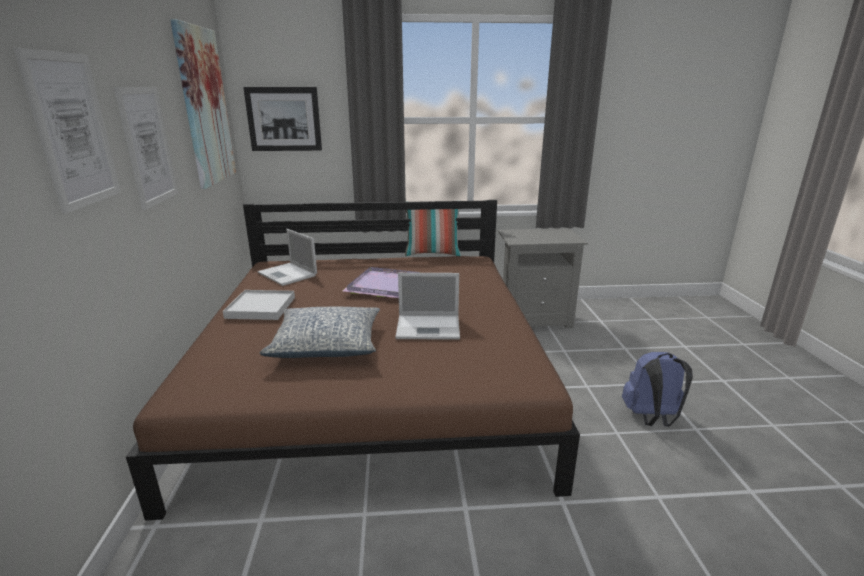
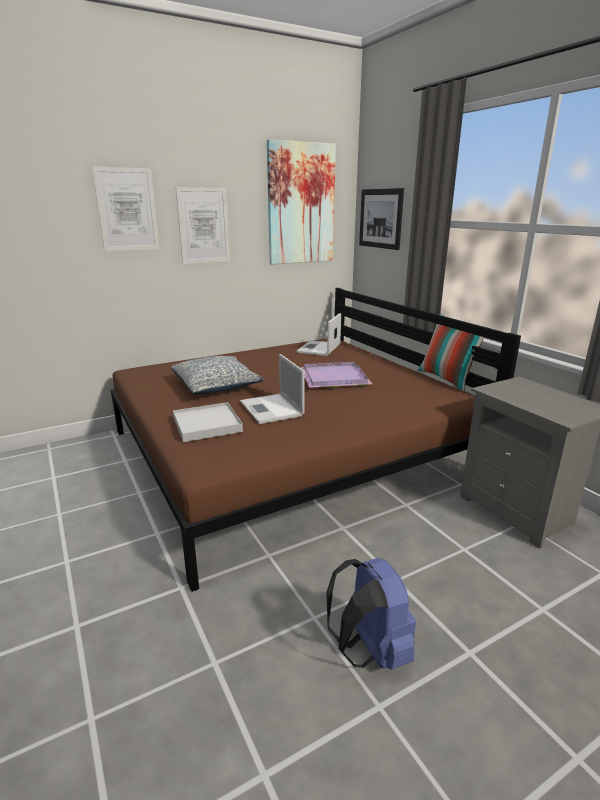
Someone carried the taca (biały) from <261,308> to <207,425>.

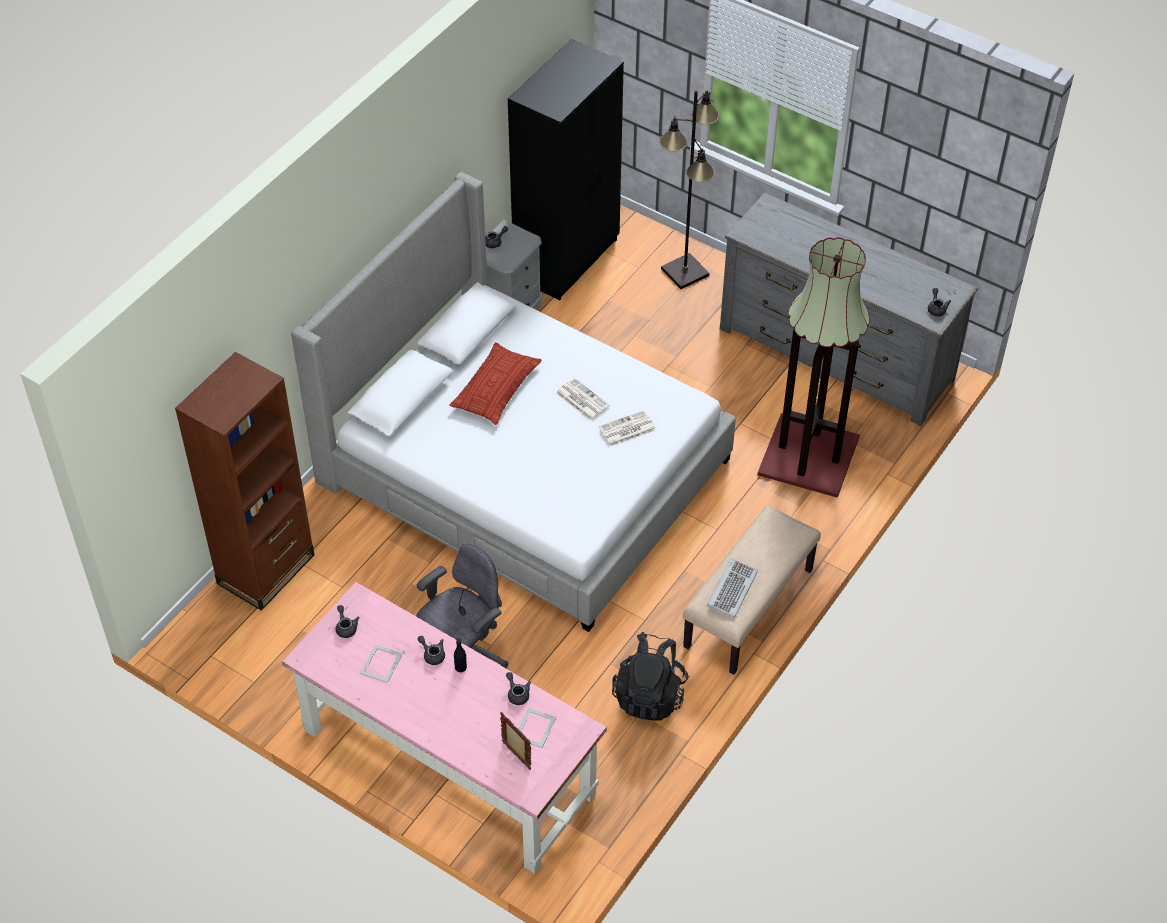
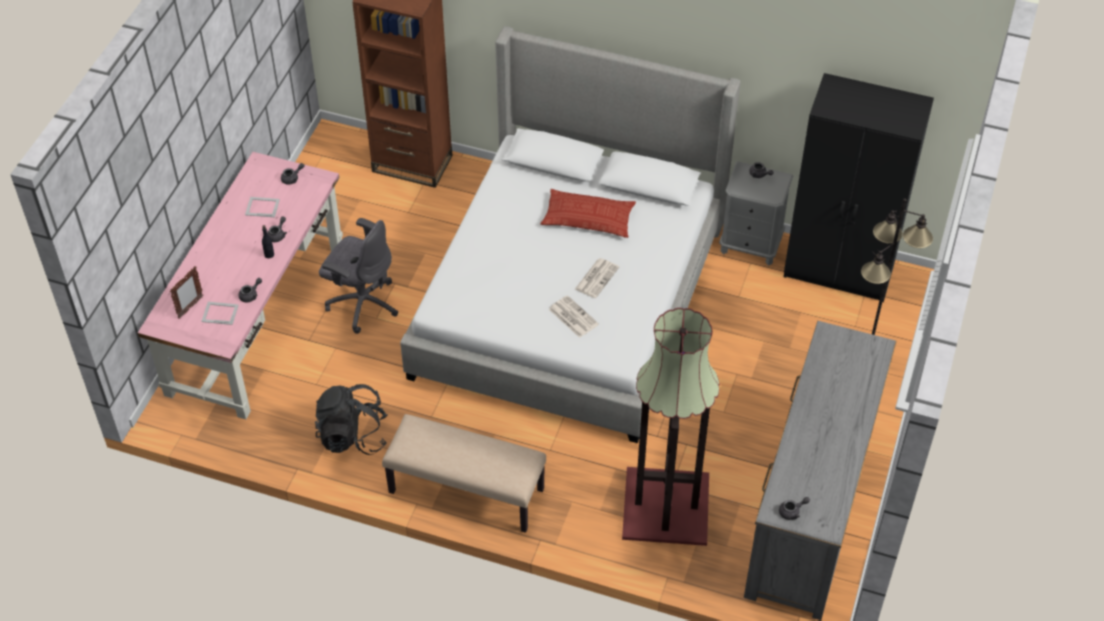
Someone took away the klawiatura at <731,589>.

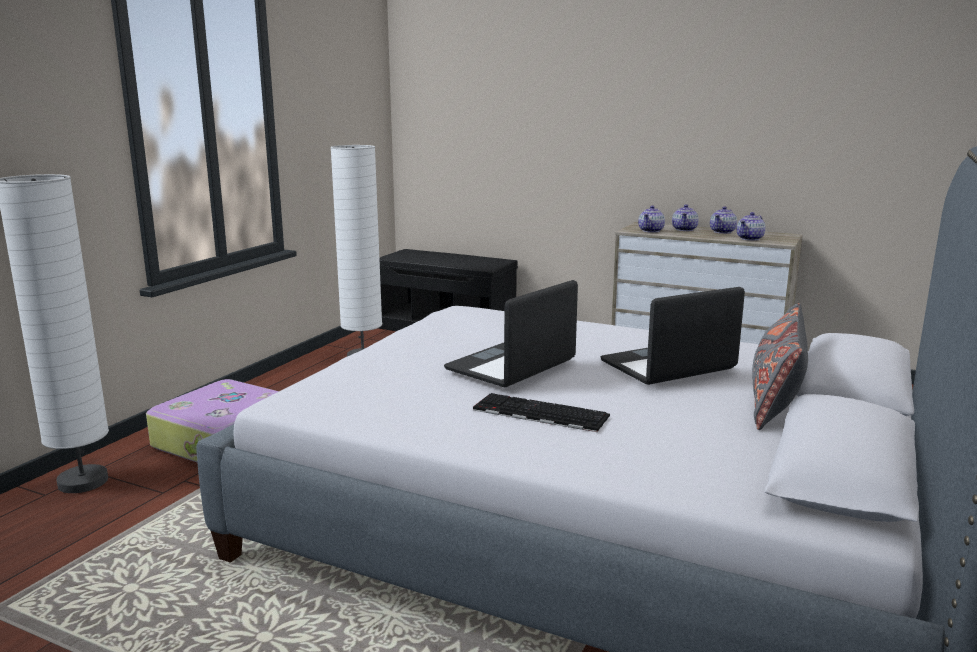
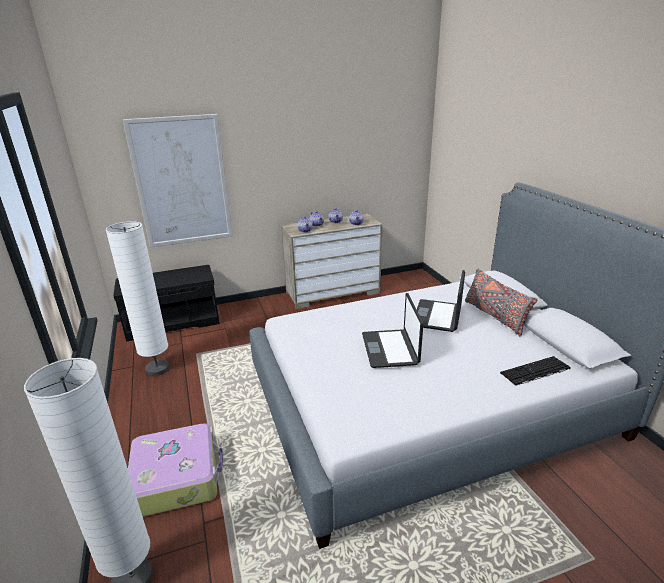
Someone carried the klawiatura from <538,413> to <535,371>.
Someone put up the obraz at <182,182>.

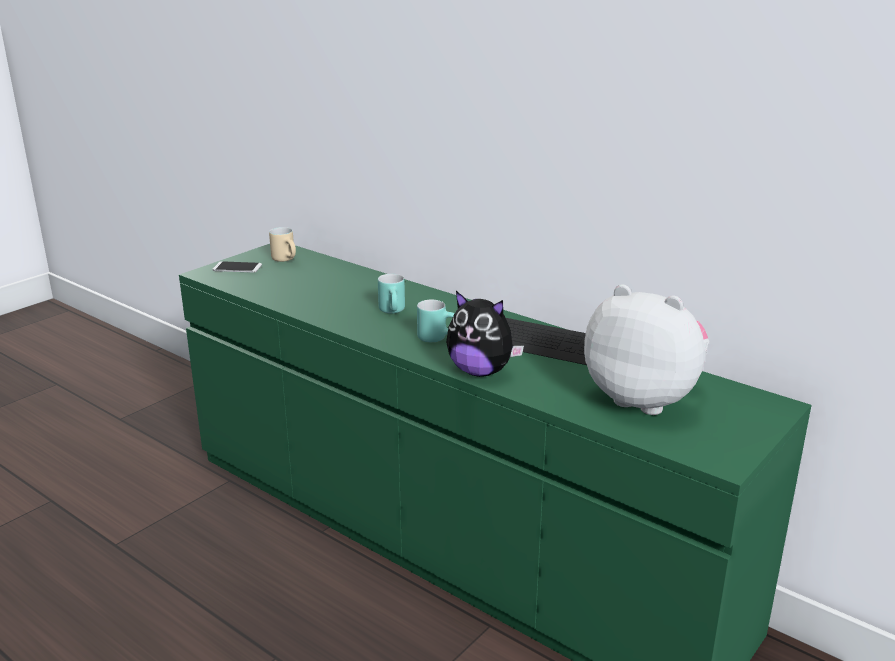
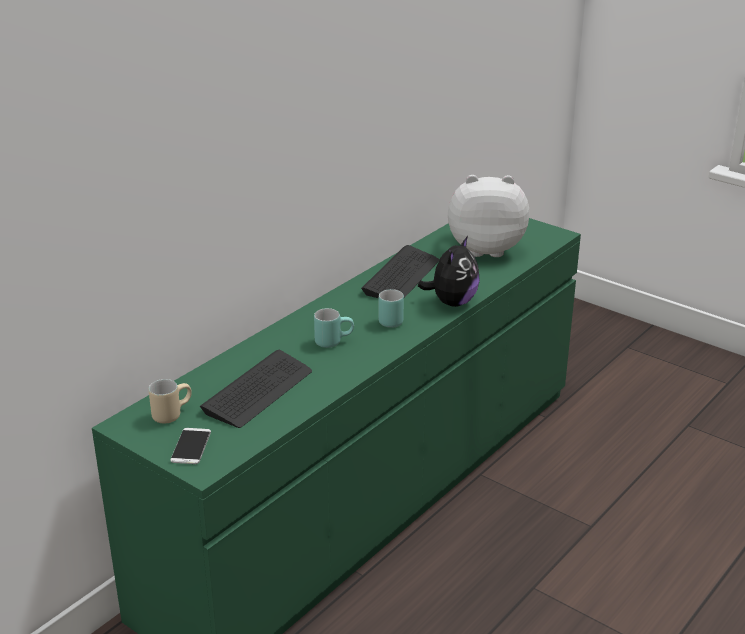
Someone rotated the pluszak at <644,399> by 60 degrees clockwise.
Someone put down the klawiatura at <258,391>.

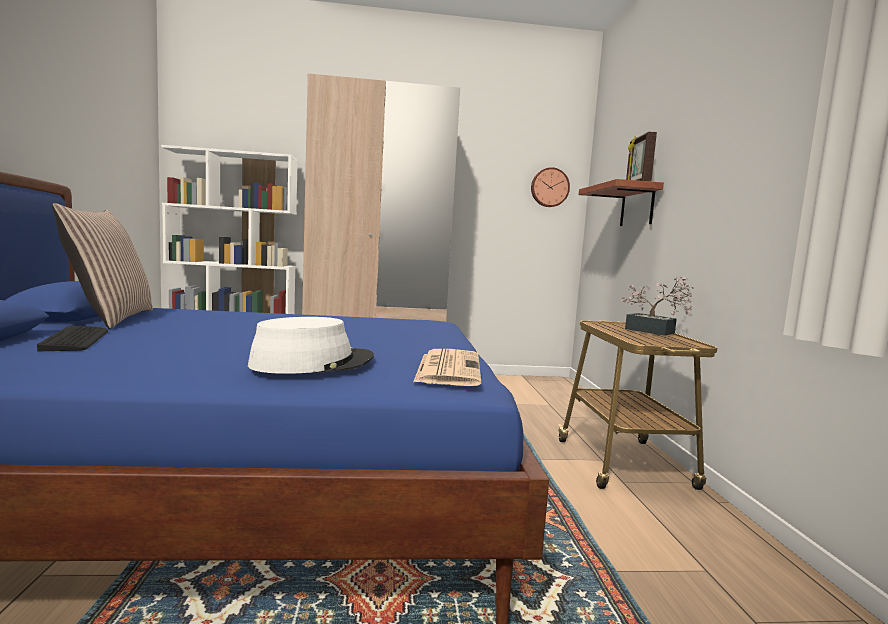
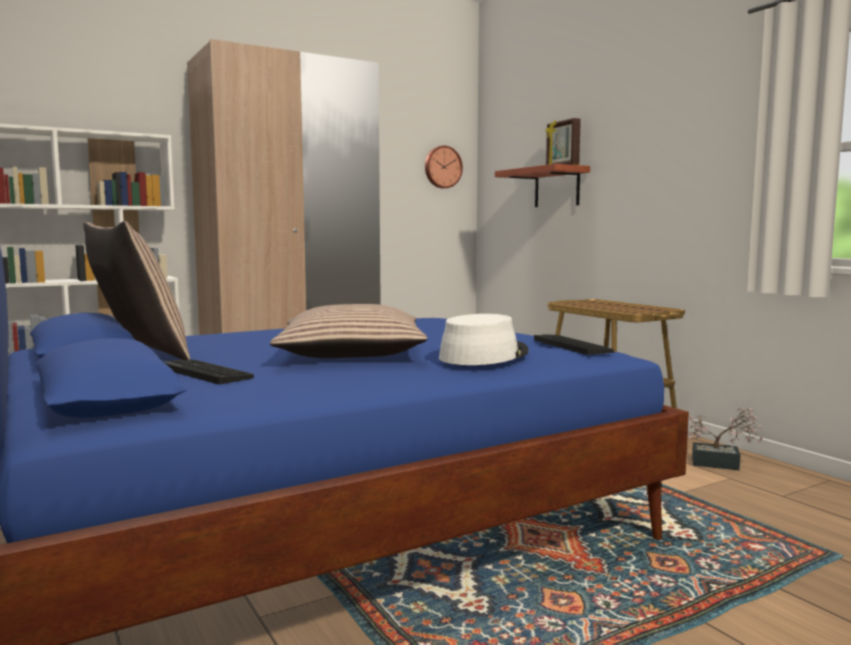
Someone swapped the gazeta at <448,368> for the klawiatura at <572,346>.
Someone carried the roślina doniczkowa from <655,332> to <721,464>.
Someone put down the poduszka at <351,352>.

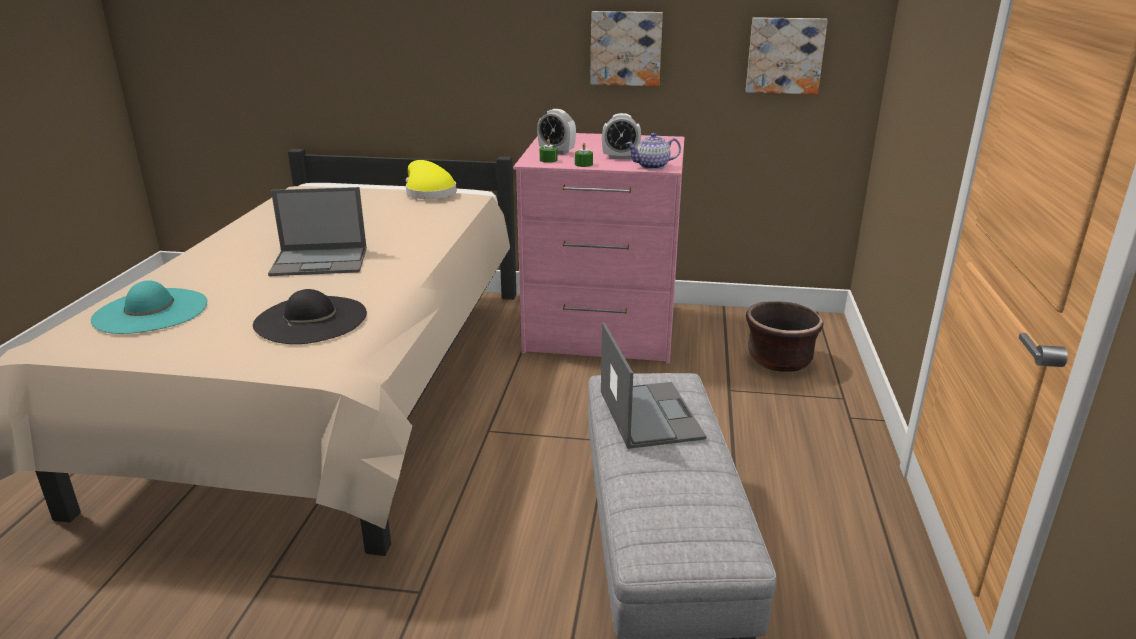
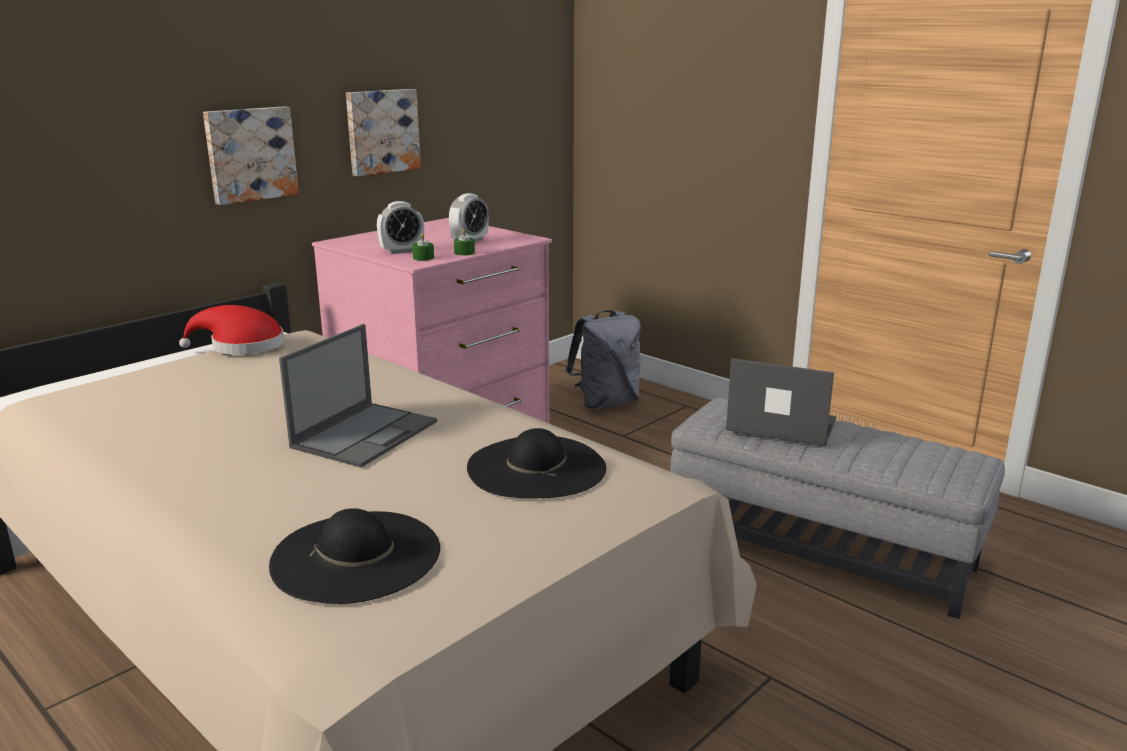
Someone repainted the kapelusz (turkusowy) at <151,311>, which became the kapelusz (czarny) at <356,556>.
Someone repainted the kapelusz (żółty) at <428,192>, which became the kapelusz (czerwony) at <241,346>.
Someone took away the imbryk at <652,166>.
Someone carried the obraz from <785,55> to <250,154>.
Someone swapped the donica (brązowy) at <779,360> for the plecak (szary) at <606,403>.

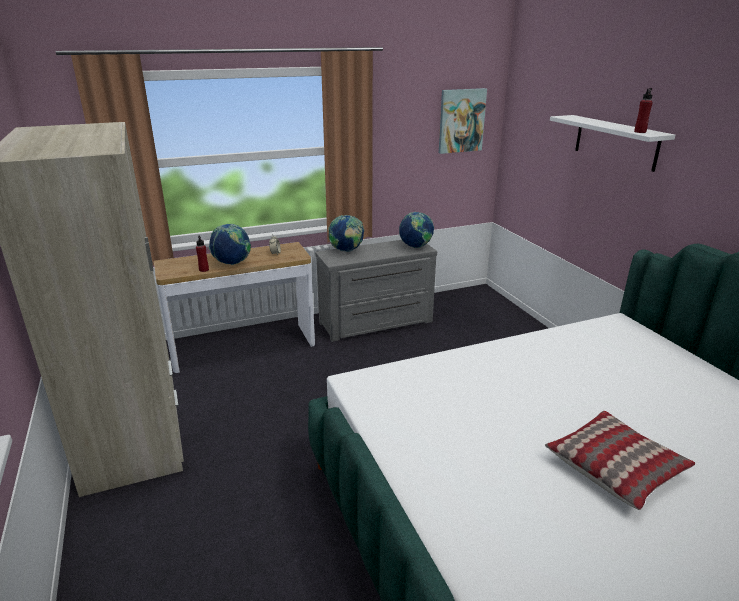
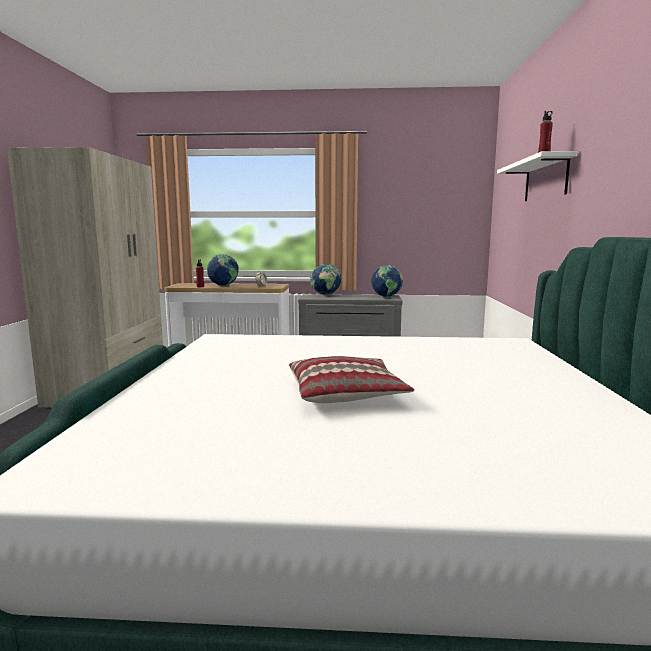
Someone took away the obraz at <461,120>.

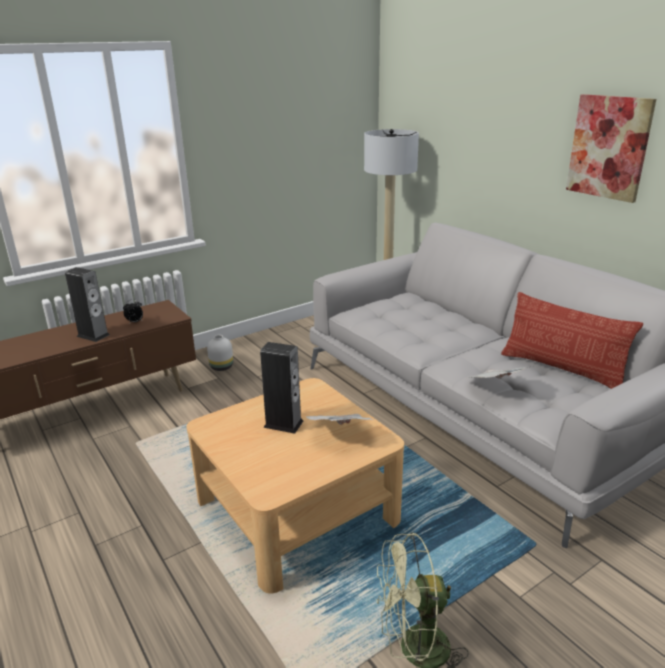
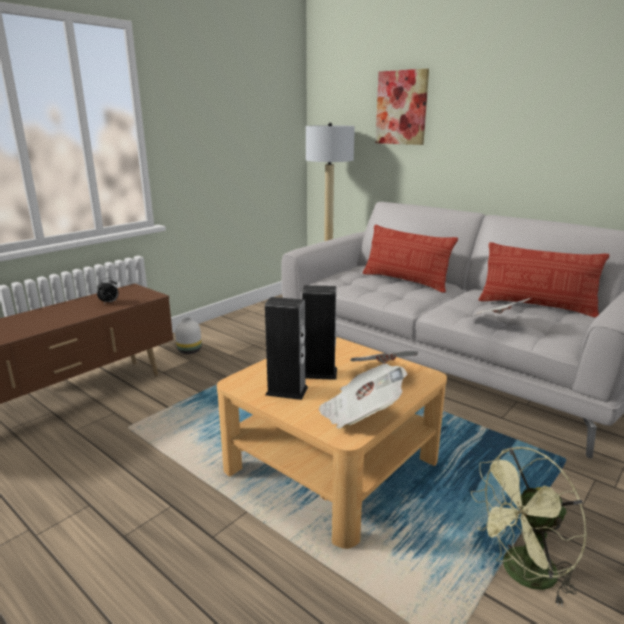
Someone carried the głośnik from <93,335> to <286,391>.
Someone carried the obraz from <609,147> to <401,108>.
Someone put down the gazeta at <360,414>.
Someone put down the poduszka at <405,281>.

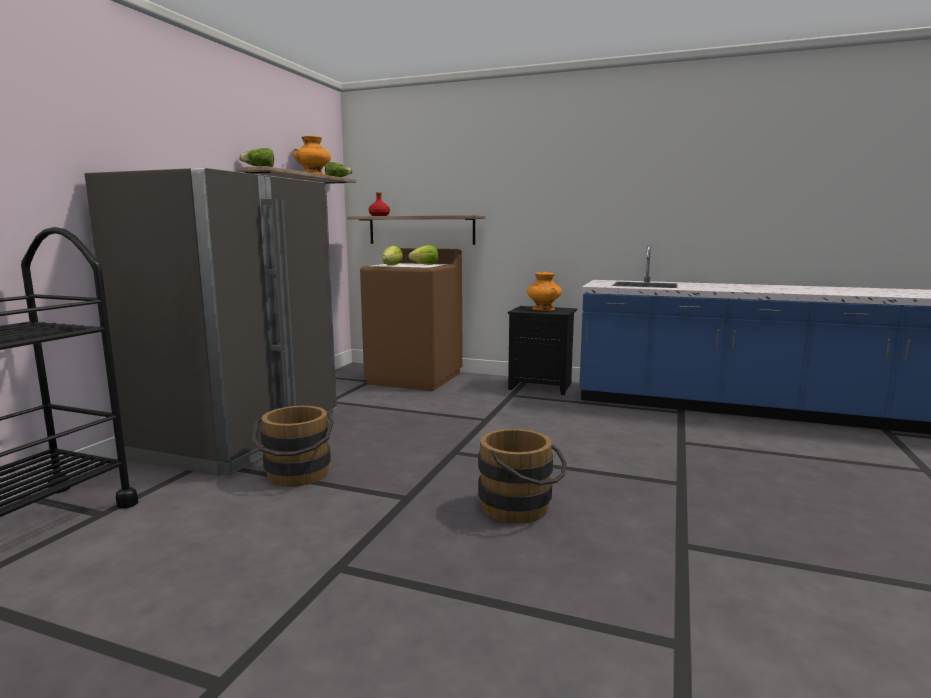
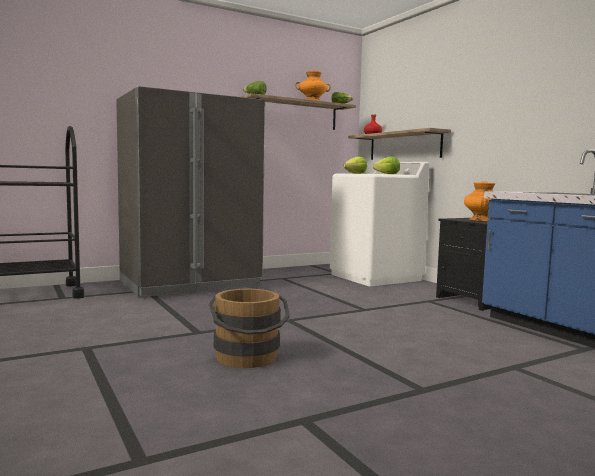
Someone took away the wiadro (brązowy) at <297,476>.
Someone repainted the pralka (brązowy) at <415,378>, which became the pralka (biały) at <375,277>.

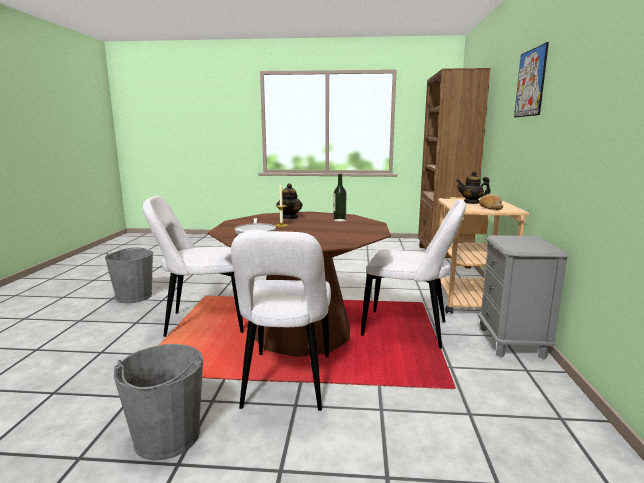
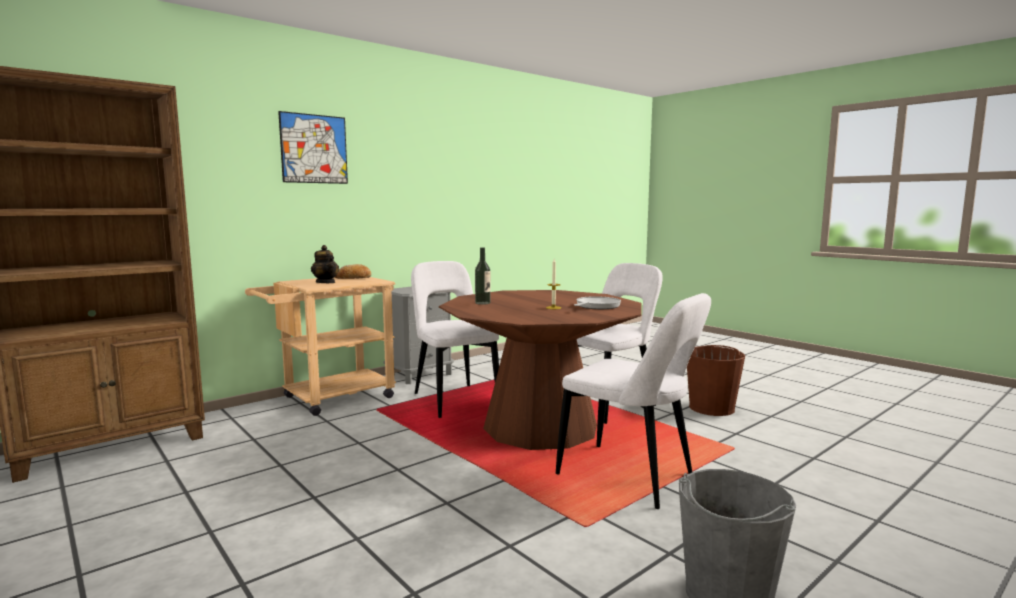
Someone repainted the wiadro (szary) at <167,437>, which became the wiadro (brązowy) at <712,408>.
Someone took away the imbryk at <290,217>.

